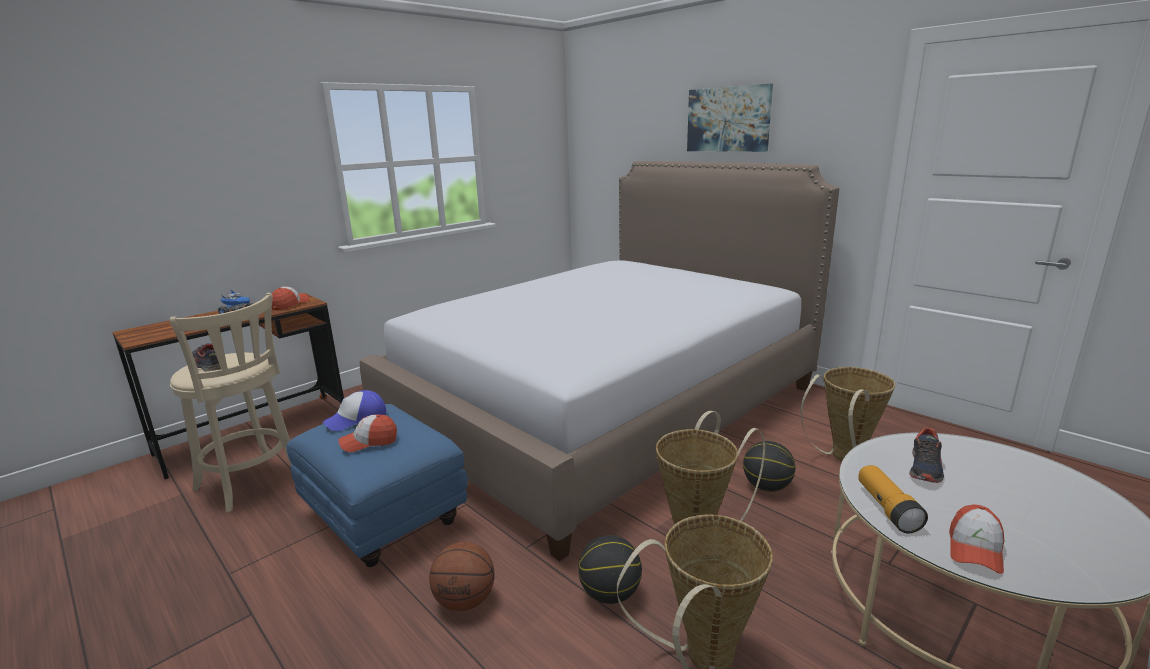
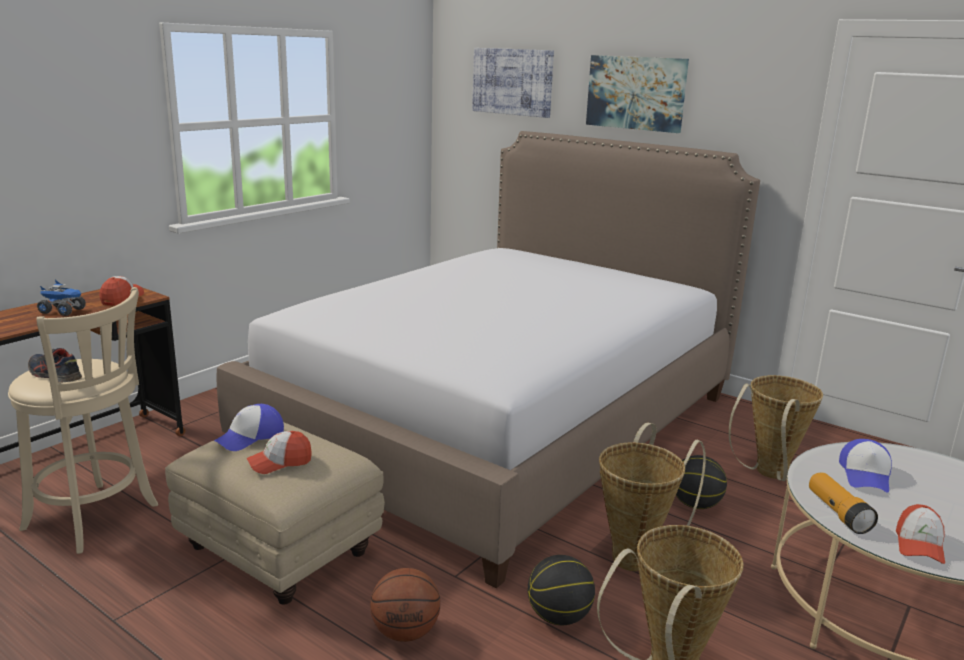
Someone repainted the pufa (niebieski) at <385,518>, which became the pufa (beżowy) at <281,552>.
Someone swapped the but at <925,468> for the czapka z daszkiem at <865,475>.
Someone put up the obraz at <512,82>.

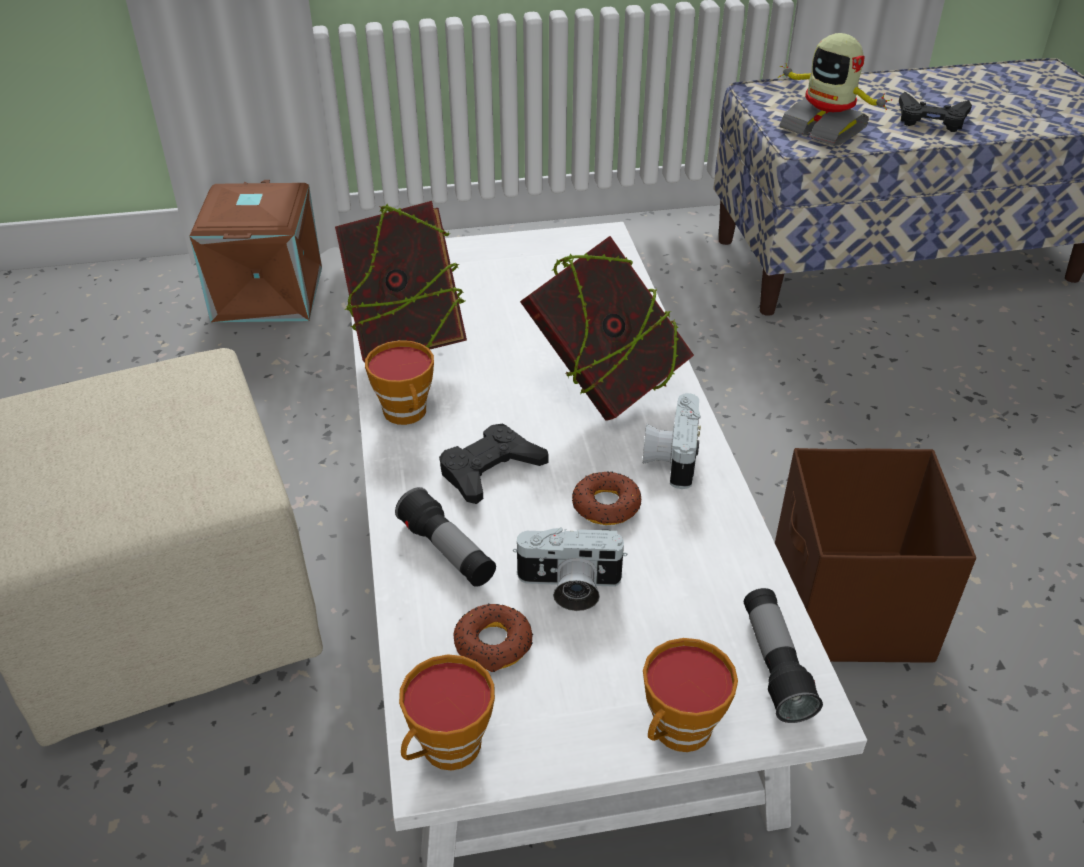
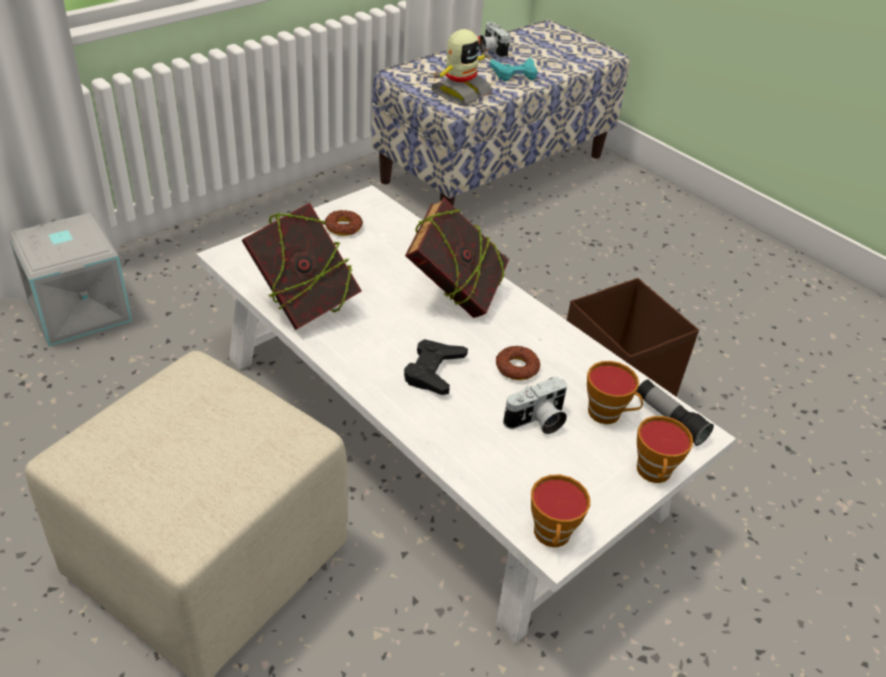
Someone repainted the pojemnik do przechowywania (brązowy) at <270,294>, which became the pojemnik do przechowywania (szary) at <81,310>.
Someone carried the filiżanka from <407,414> to <608,414>.
Someone took away the latarka at <447,551>.
Someone carried the donut from <493,643> to <343,227>.
Someone carried the aparat fotograficzny from <670,456> to <490,50>.
Someone rotated the robot zabawkowy at <824,128> by 60 degrees counterclockwise.
Someone repainted the pad do gier (czarny) at <931,119>, which became the pad do gier (turkusowy) at <514,74>.

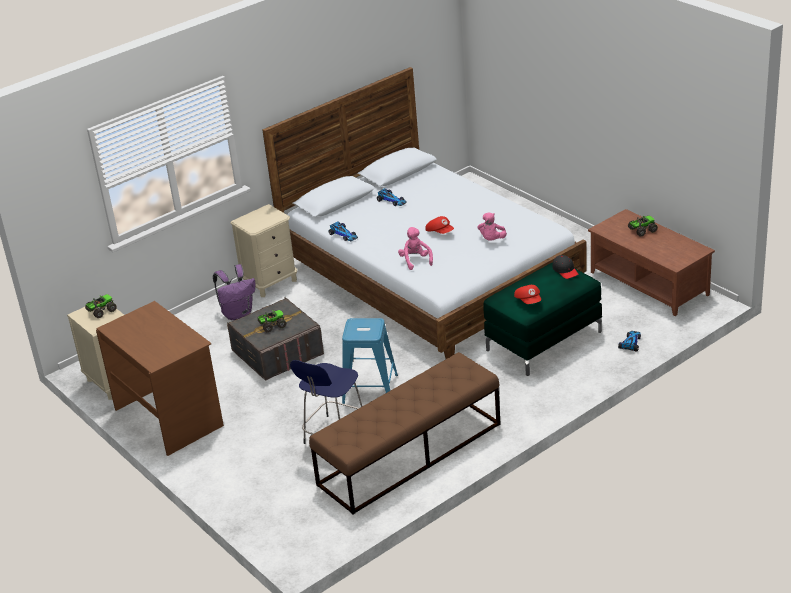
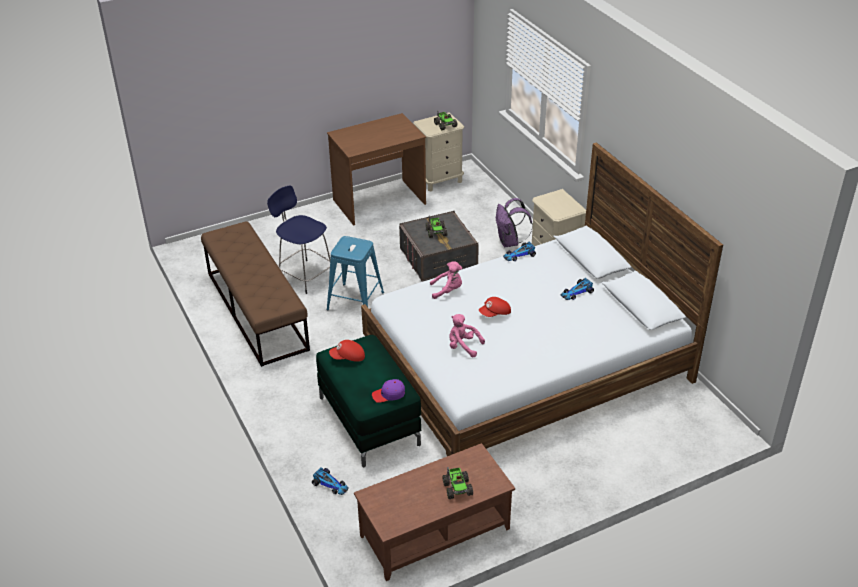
Someone repainted the czapka z daszkiem (czarny) at <565,270>, which became the czapka z daszkiem (fioletowy) at <389,394>.

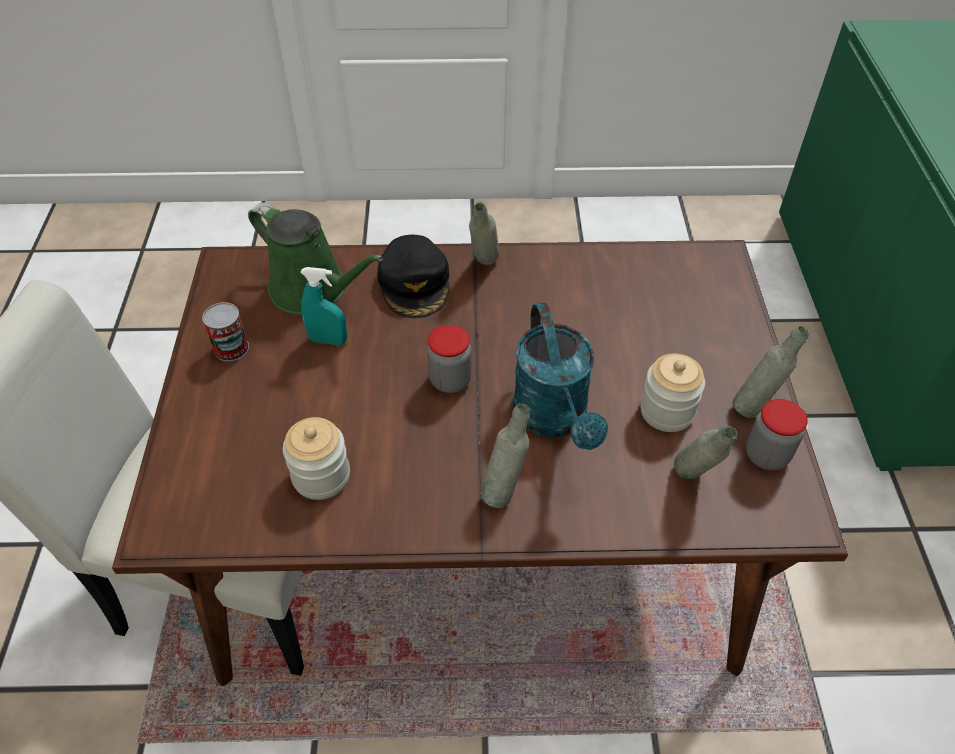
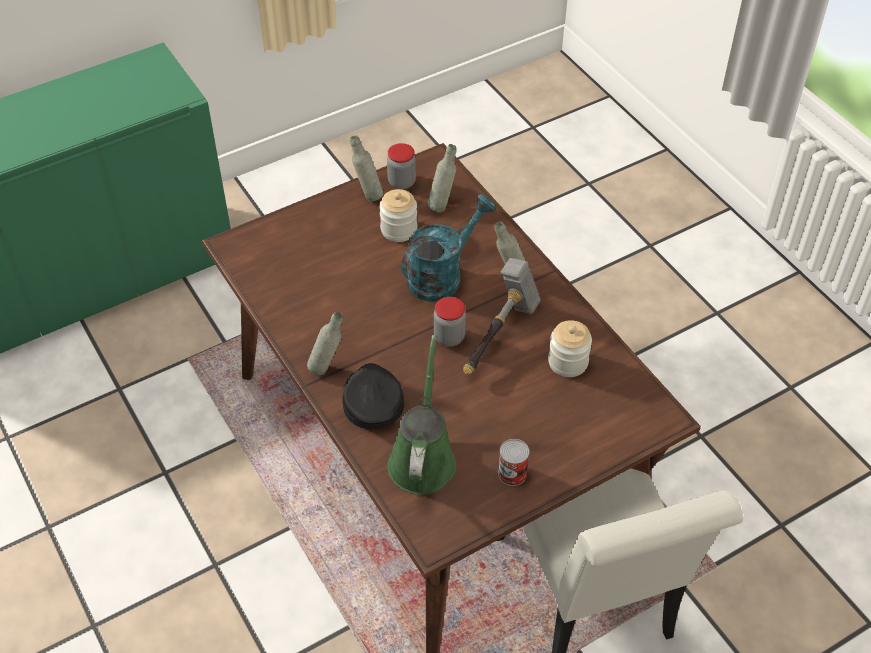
Someone took away the spryskiwacz (turkusowy) at <328,340>.
Someone rotated the czapka z daszkiem (czarny) at <415,283> by 60 degrees counterclockwise.
Someone put down the młotek at <499,336>.

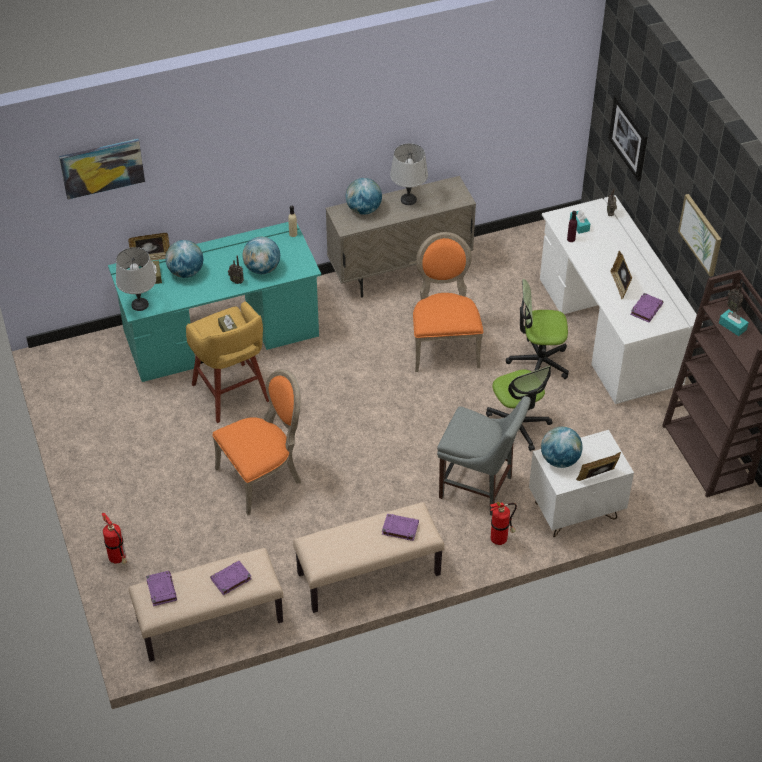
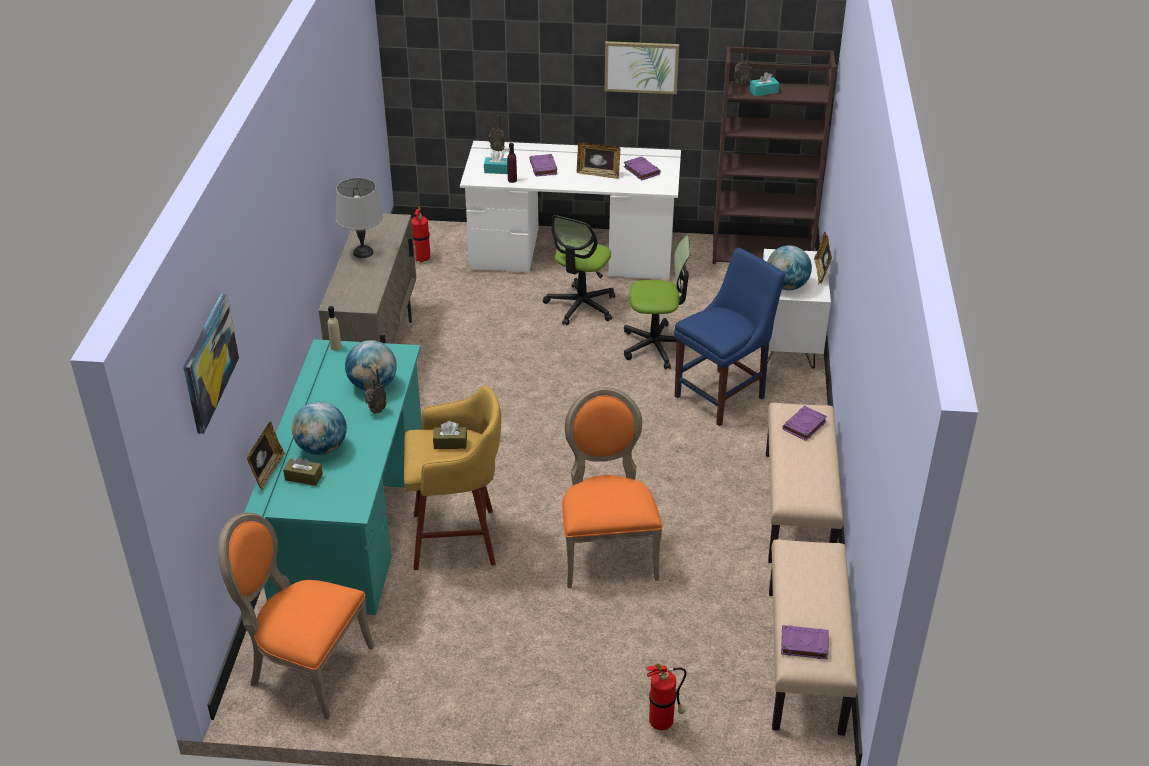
Someone took away the lampa stołowa (szary) at <139,304>.
Someone carried the książka (fioletowy) from <231,579> to <543,168>.
Someone took away the globus at <363,209>.
Someone carried the krzesło (pomarańczowy) from <444,345> to <305,668>.
Someone repainted the krzesło (szary) at <479,489>, which became the krzesło (niebieski) at <723,395>.
Someone carried the gaśnica from <500,539> to <422,258>.
Someone took away the obraz at <629,137>.

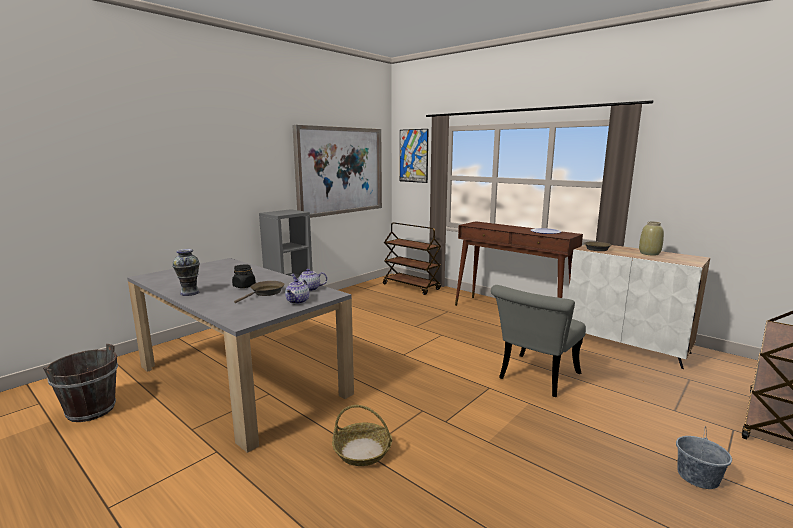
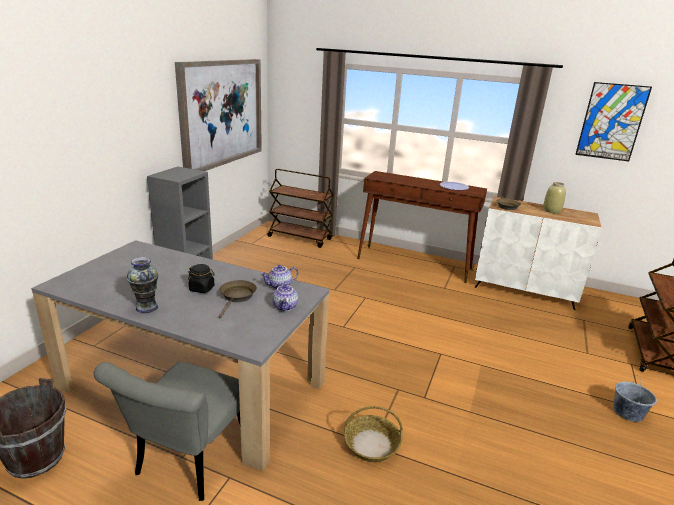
Someone carried the obraz from <413,156> to <611,122>.
Someone carried the krzesło (szary) from <534,378> to <187,462>.

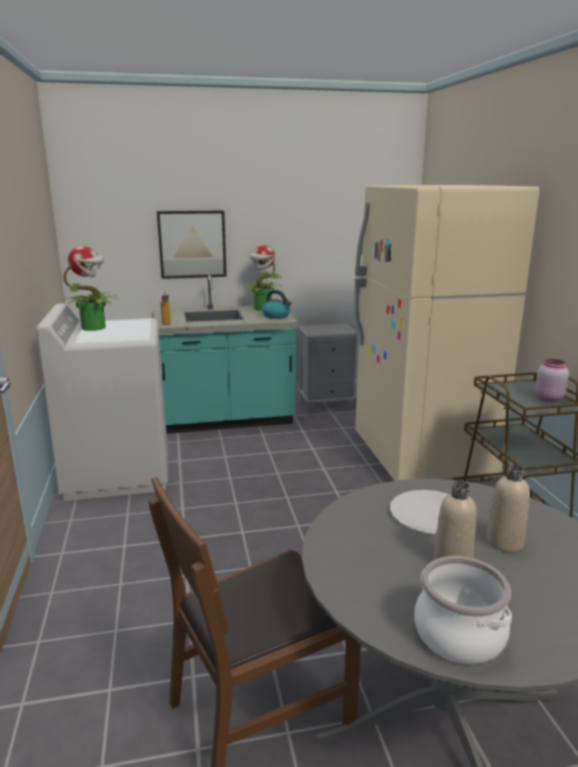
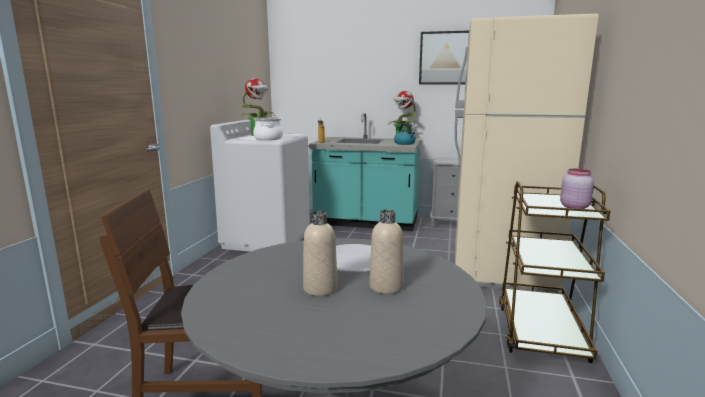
Someone carried the obraz from <192,244> to <445,58>.
Someone carried the garnek from <458,635> to <268,139>.

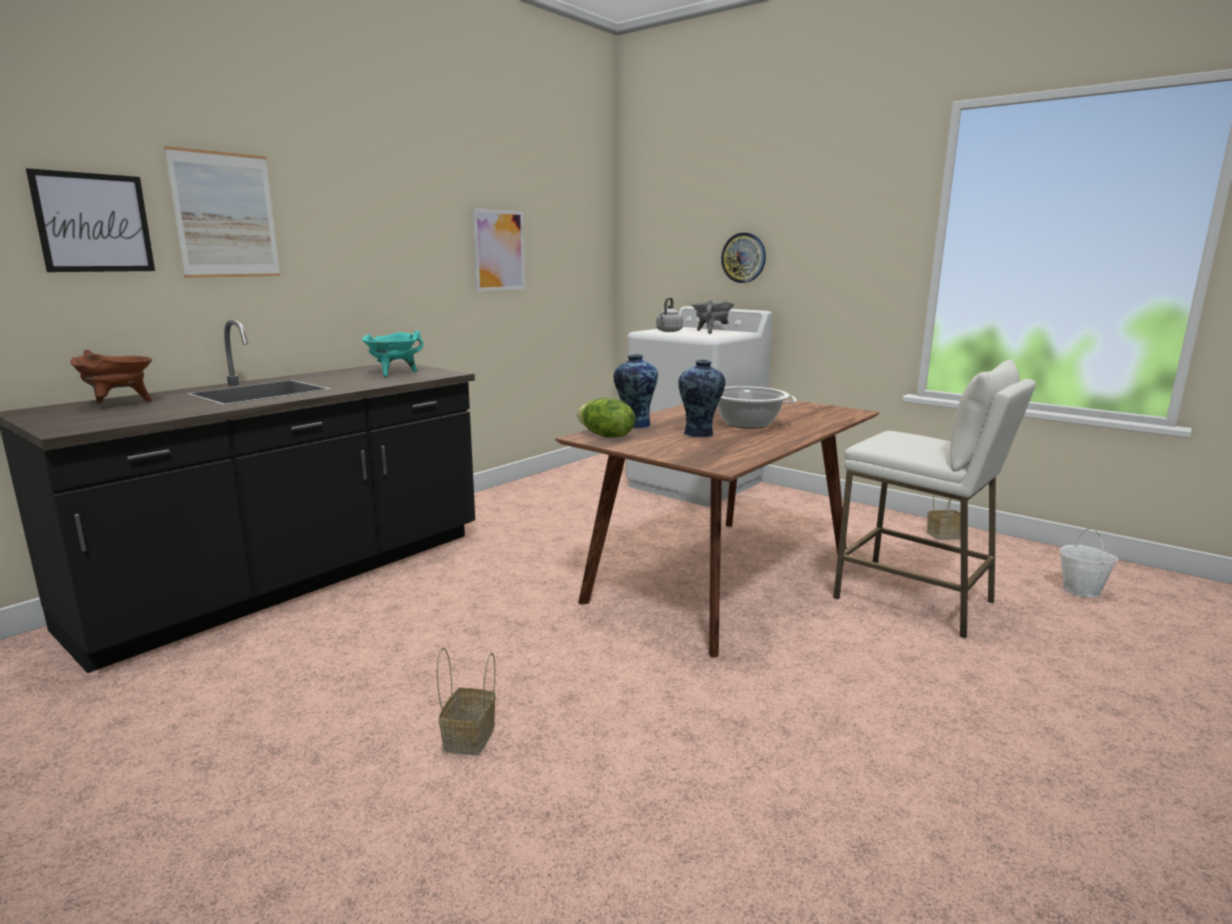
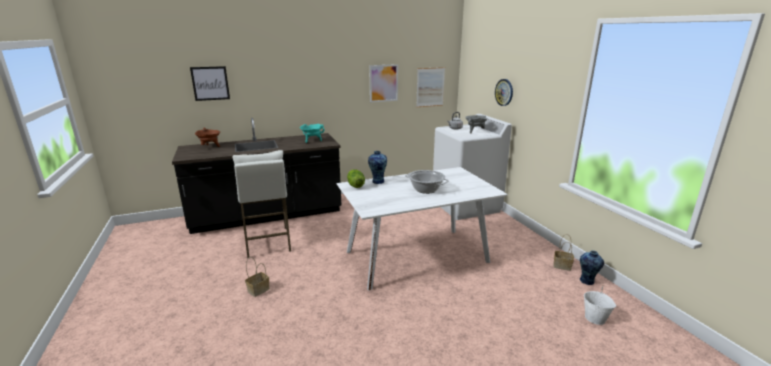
Someone carried the obraz from <225,215> to <430,87>.
Someone repainted the stół jadalny (brązowy) at <723,578>, which became the stół jadalny (biały) at <416,257>.
Someone carried the wazon from <699,434> to <587,281>.
Someone carried the stołek (biały) from <915,600> to <267,242>.

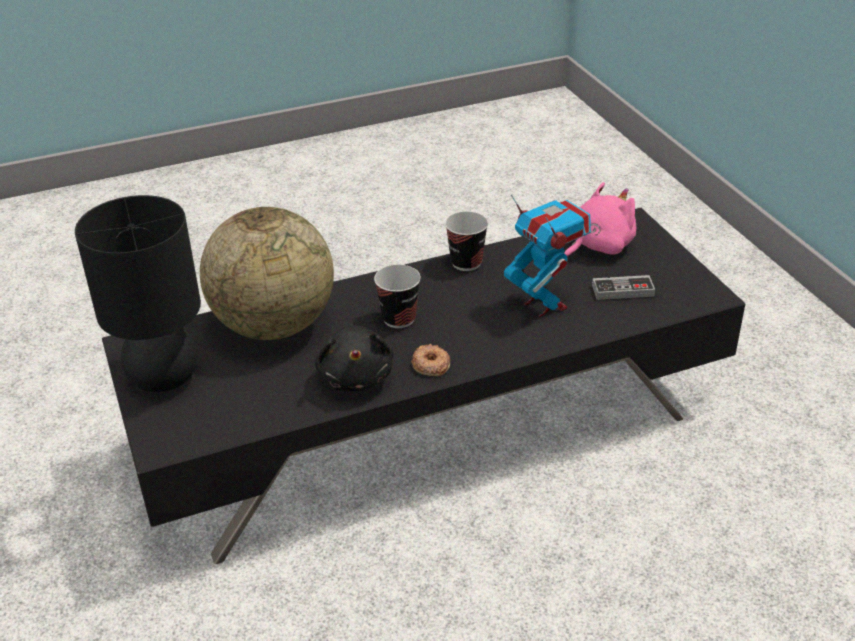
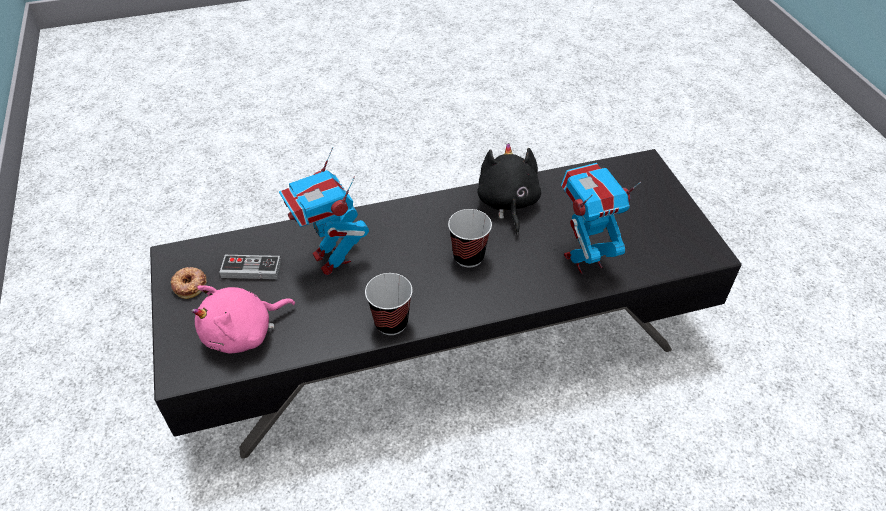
Someone took away the lampa stołowa (czarny) at <164,377>.
Someone swapped the globus at <274,326> for the robot zabawkowy at <584,259>.
Someone carried the donut from <430,364> to <190,284>.

